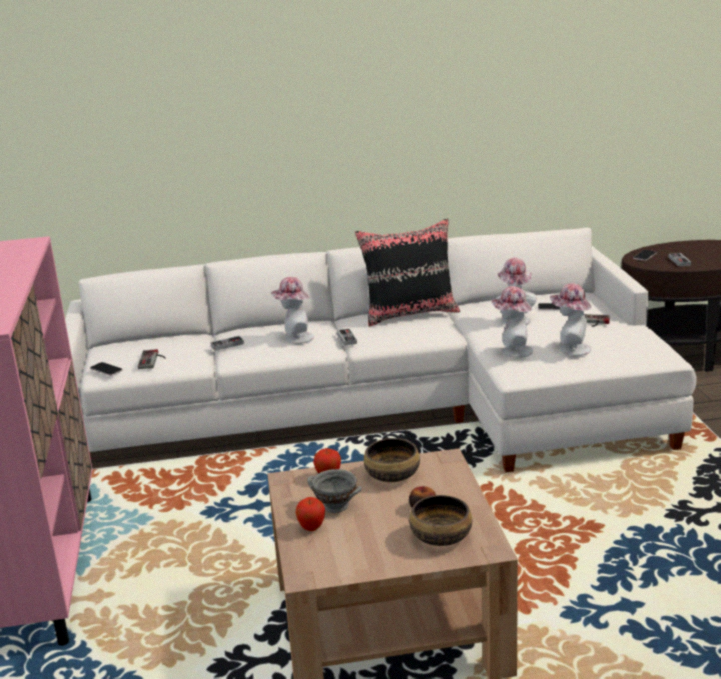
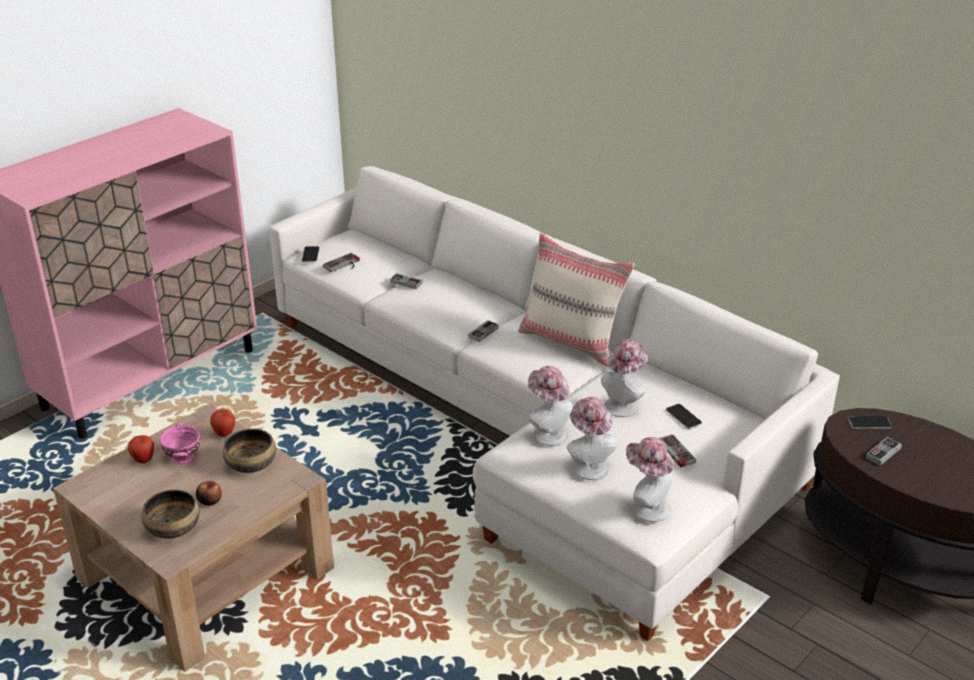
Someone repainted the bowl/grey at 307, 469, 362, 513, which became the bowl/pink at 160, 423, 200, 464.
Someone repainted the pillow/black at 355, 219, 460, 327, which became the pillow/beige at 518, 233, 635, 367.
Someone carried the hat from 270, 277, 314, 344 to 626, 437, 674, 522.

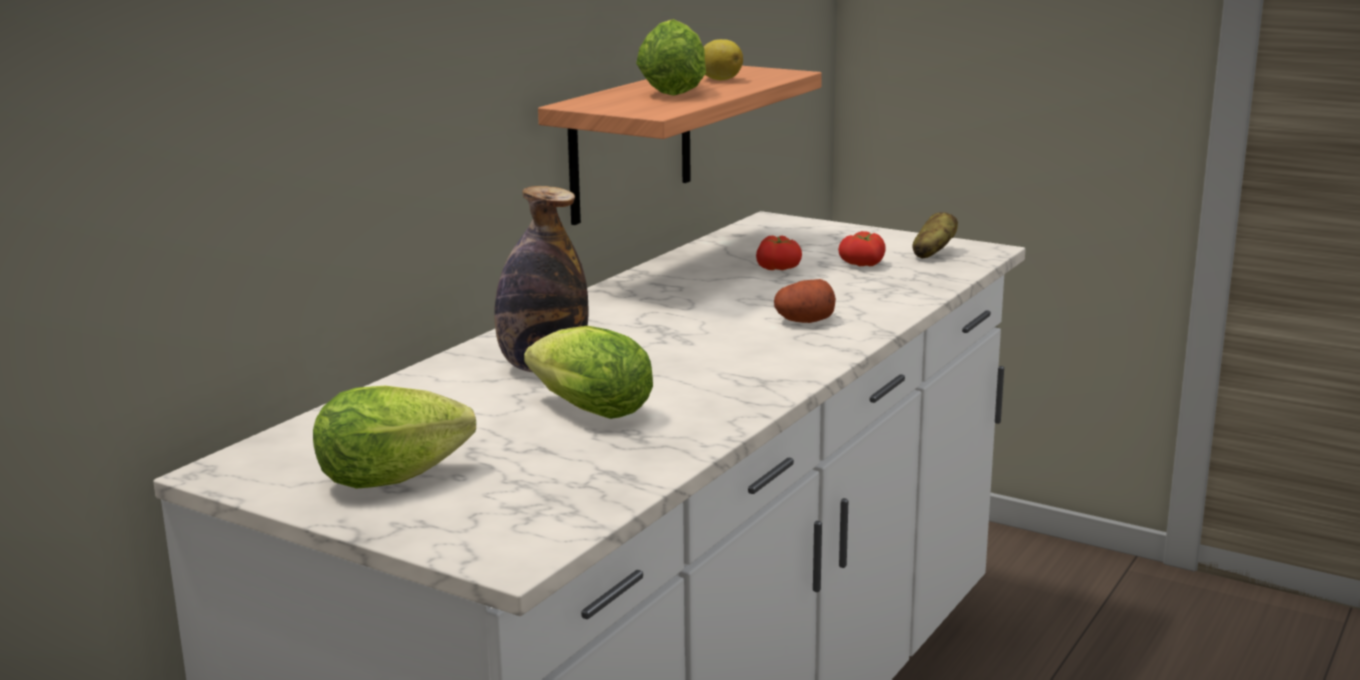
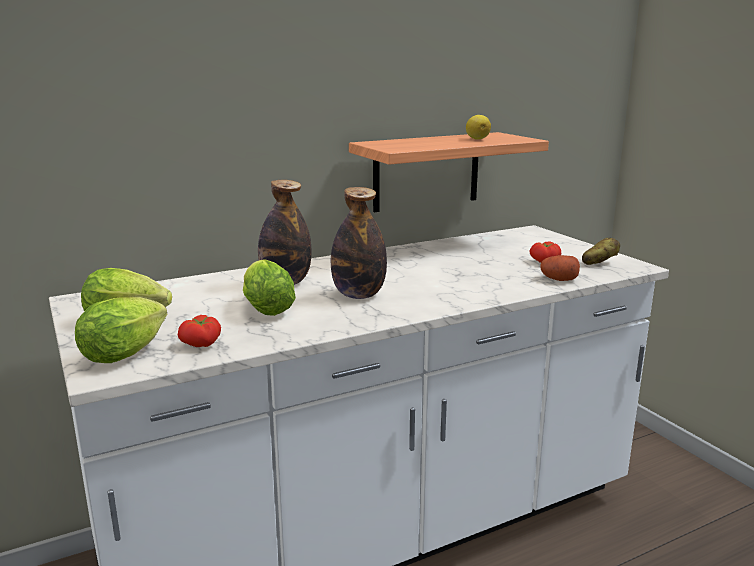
Someone carried the lettuce from 636, 19, 706, 96 to 75, 297, 167, 363.
Someone carried the tomato from 756, 235, 802, 270 to 178, 315, 221, 347.
Someone put down the bottle at 331, 187, 387, 299.
Someone carried the potato from 774, 279, 836, 323 to 540, 255, 580, 281.

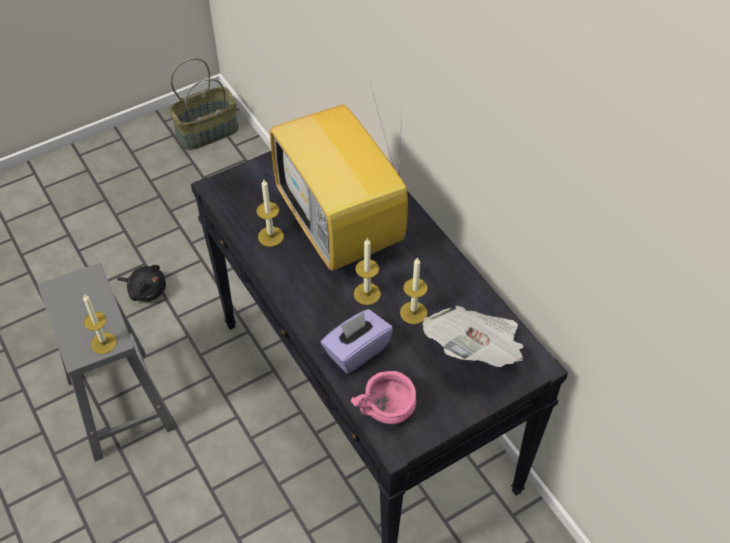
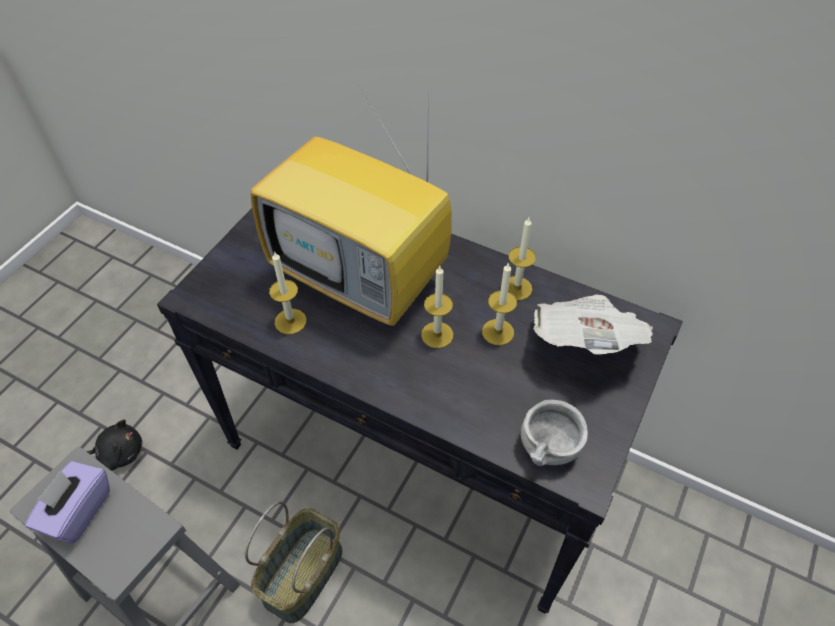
Someone carried the tissue box/purple from 321, 309, 393, 374 to 25, 461, 110, 544.
Someone carried the basket from 169, 58, 239, 150 to 245, 501, 342, 623.
Someone carried the candle from 83, 294, 117, 354 to 508, 218, 536, 300.
Someone repainted the bowl/pink at 351, 371, 416, 424, which became the bowl/grey at 521, 400, 588, 466.

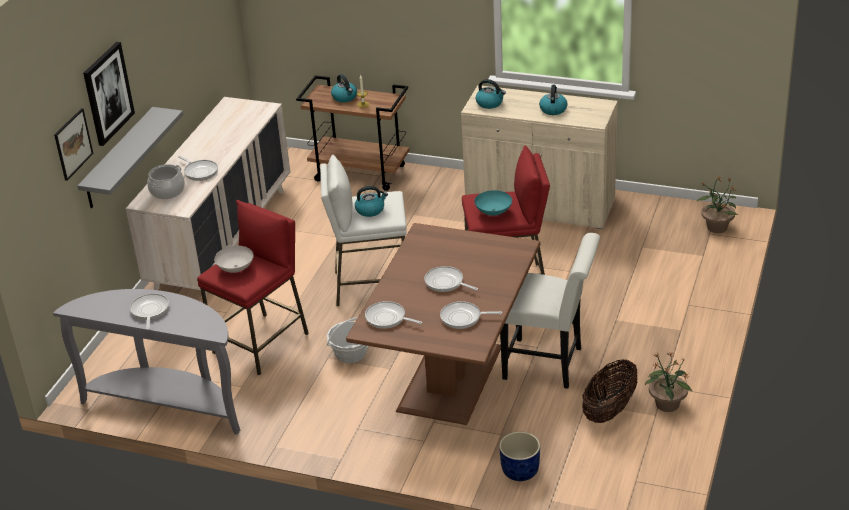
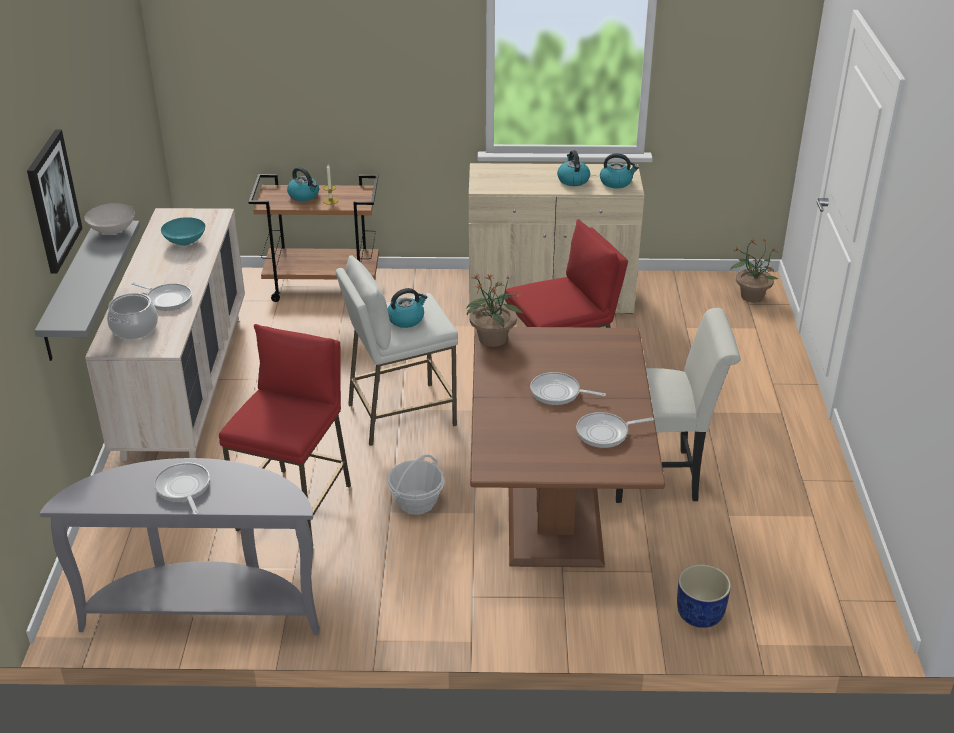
Someone carried the bowl/white from 214, 246, 254, 273 to 85, 203, 135, 235.
Someone carried the bowl/turquoise from 474, 190, 512, 216 to 161, 217, 205, 246.
Someone carried the potted plant from 645, 352, 692, 412 to 466, 274, 524, 347.
Someone carried the kettle from 476, 79, 506, 109 to 600, 153, 639, 189.
Someone took away the picture at 54, 108, 94, 181.
Someone took away the frying pan at 365, 301, 422, 329.
Someone took away the basket at 582, 360, 638, 423.

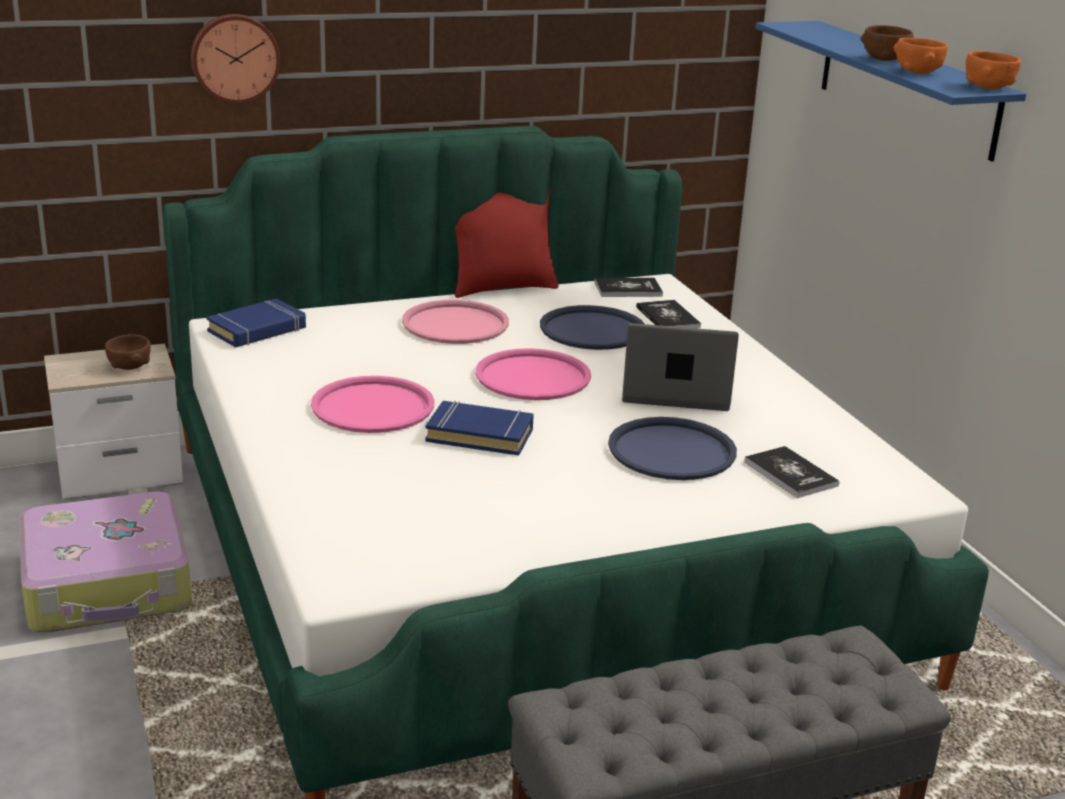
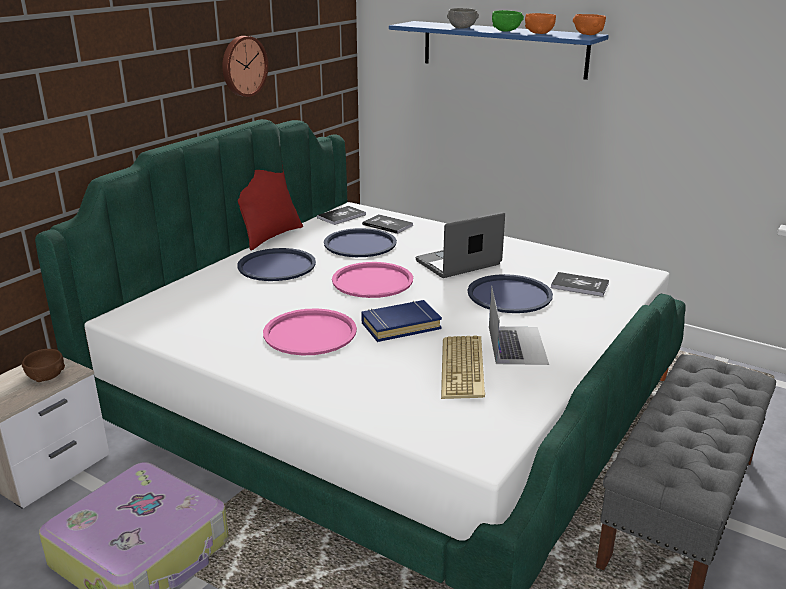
Someone carried the wall clock from 191, 14, 280, 104 to 222, 36, 268, 97.
Someone repainted the tray/pink at 402, 300, 509, 344, which became the tray/blue at 237, 248, 316, 281.
Someone put down the keyboard at 441, 336, 485, 399.
Someone put down the bowl/grey at 447, 8, 479, 29.
Someone put down the laptop at 489, 286, 549, 365.
Someone repainted the bowl/brown at 861, 25, 914, 61, which became the bowl/green at 492, 10, 524, 32.
Someone took away the book/blue at 207, 298, 306, 347.

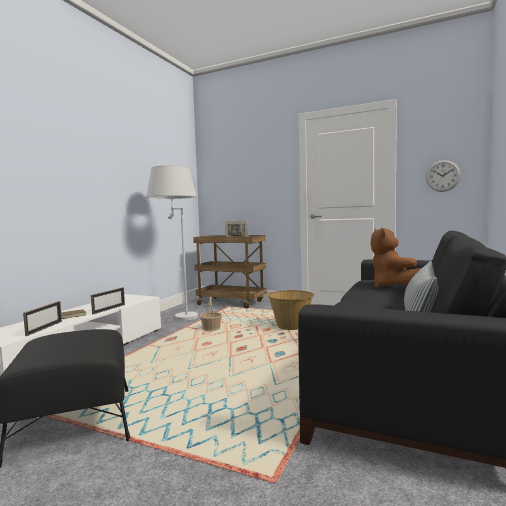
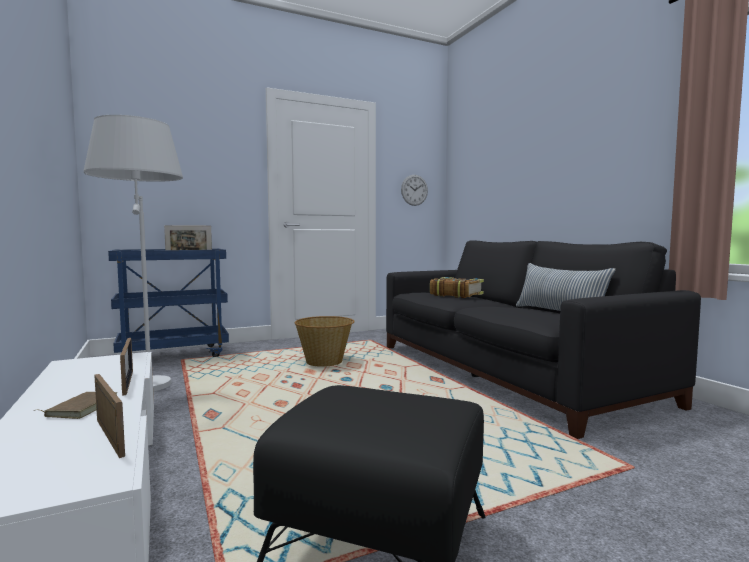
Someone repainted the cart/brown at 193, 235, 267, 308, which became the cart/blue at 108, 249, 229, 357.
Someone swapped the plush toy/brown at 371, 228, 421, 288 for the book at 430, 277, 484, 298.
Someone took away the basket at 200, 297, 222, 331.

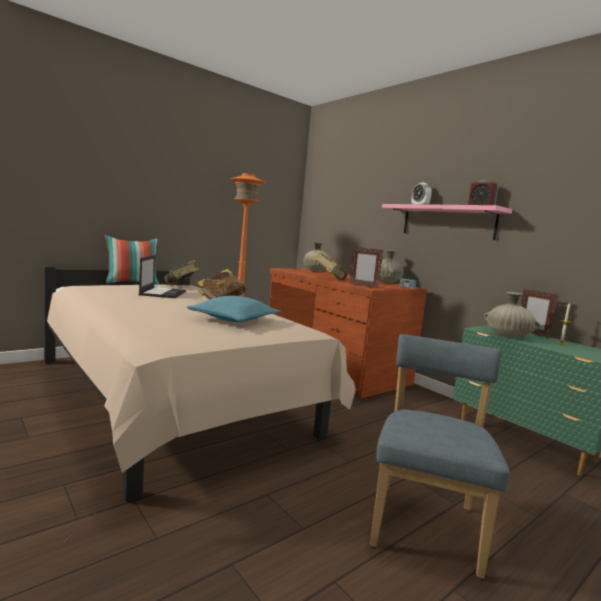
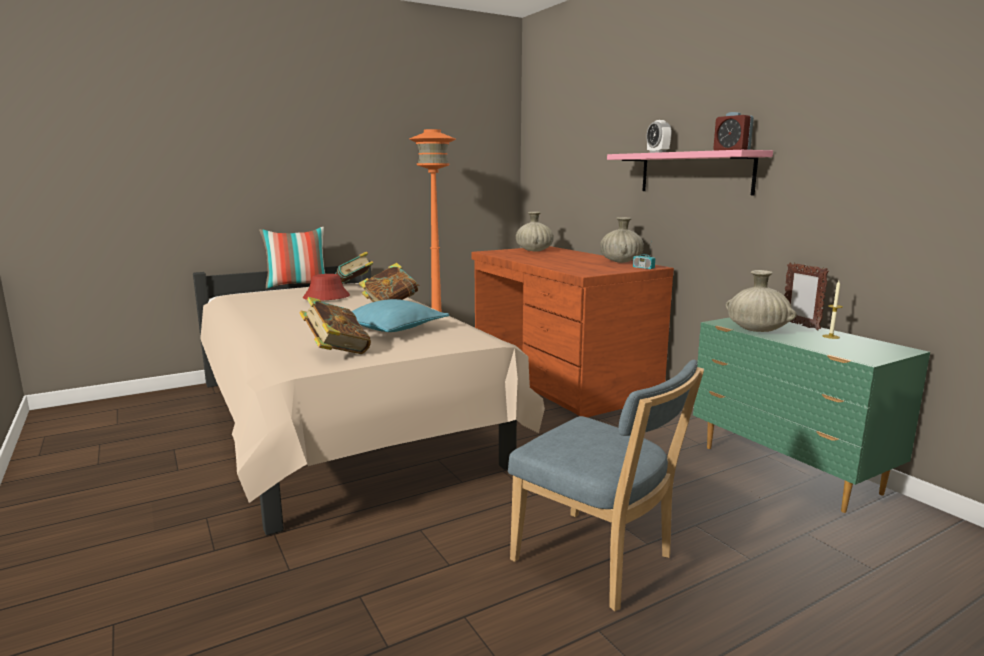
Someone carried the book from 312, 250, 347, 280 to 300, 297, 371, 354.
Someone swapped the laptop at 139, 255, 186, 298 for the hat/red at 303, 274, 350, 300.
Someone rotated the chair/blue at 370, 334, 510, 579 by 105 degrees clockwise.
Someone took away the picture frame at 349, 247, 384, 288.

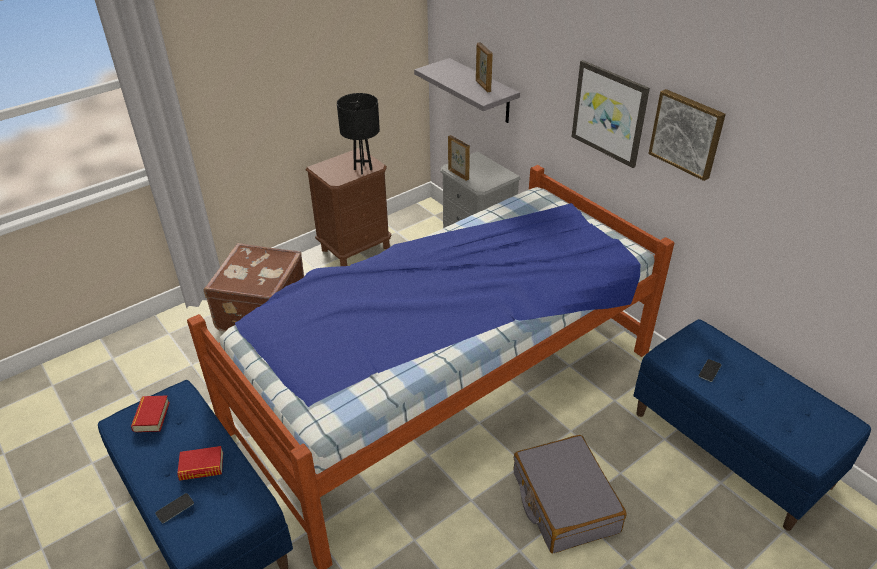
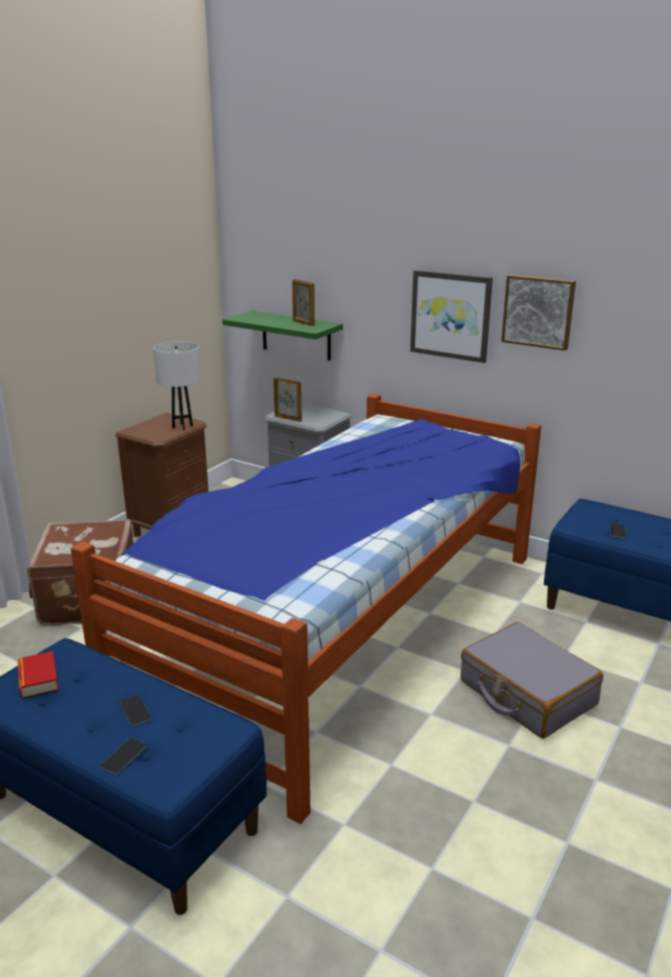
Someone swapped the book at 177, 446, 223, 481 for the phone at 120, 695, 151, 726.
Someone repainted the table lamp/black at 337, 93, 380, 175, which became the table lamp/white at 153, 342, 201, 431.
Someone repainted the shelf/grey at 414, 58, 520, 123, which became the shelf/green at 222, 311, 343, 361.

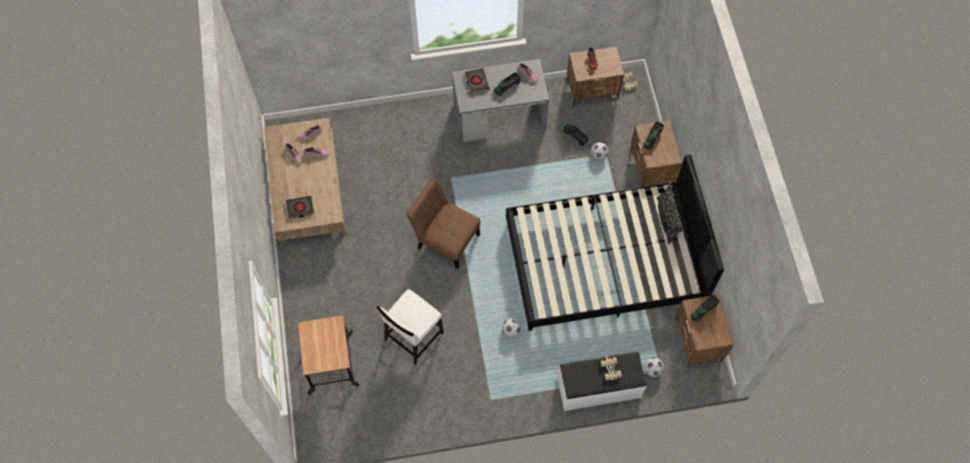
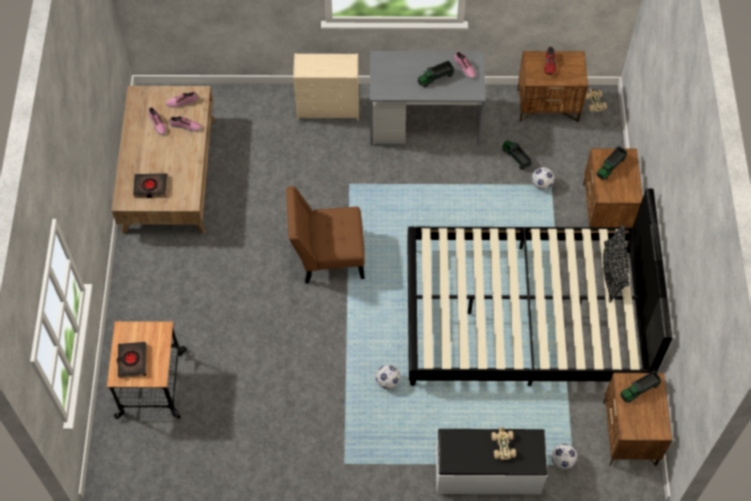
Someone carried the book/black from 465, 68, 489, 94 to 117, 342, 147, 378.
Someone rotated the chair/brown at 406, 178, 480, 269 by 45 degrees counterclockwise.
Someone put down the dresser/beige at 293, 53, 359, 121.
Someone took away the chair/white at 376, 289, 444, 365.

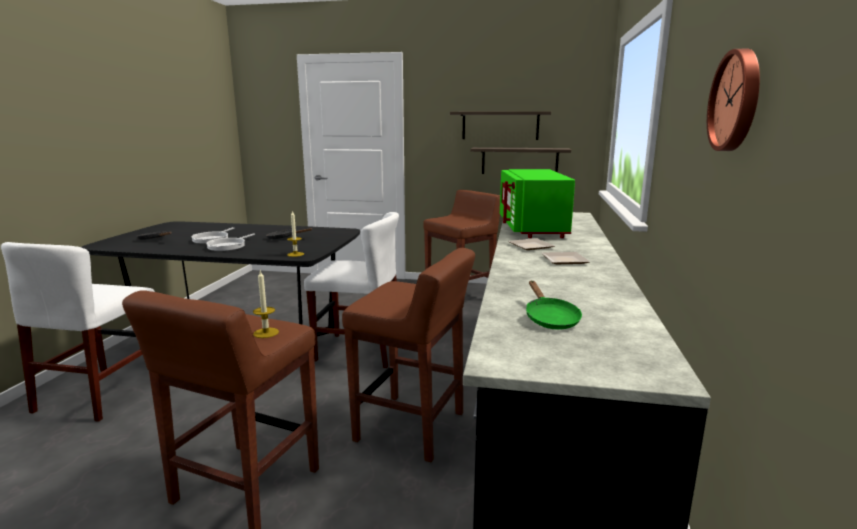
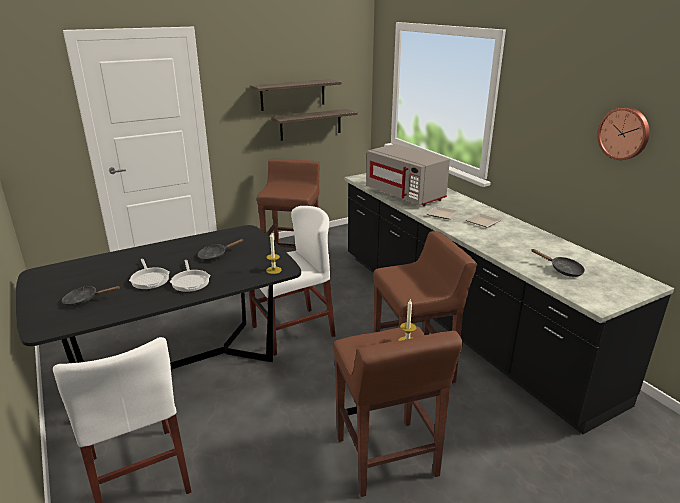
Someone repainted the microwave/green at 500, 169, 575, 238, which became the microwave/grey at 366, 144, 450, 206.
Someone repainted the frying pan/green at 526, 281, 582, 330, which became the frying pan/black at 532, 249, 585, 277.

